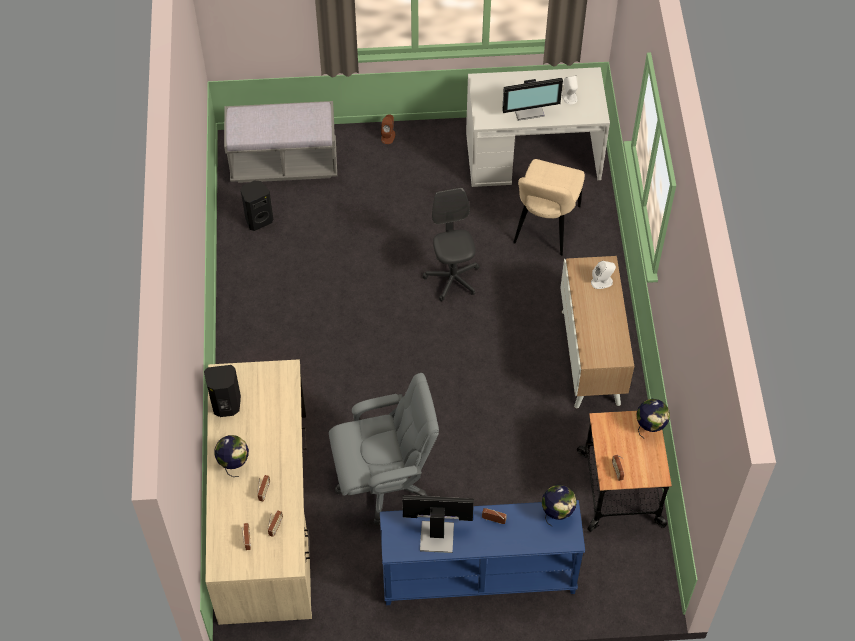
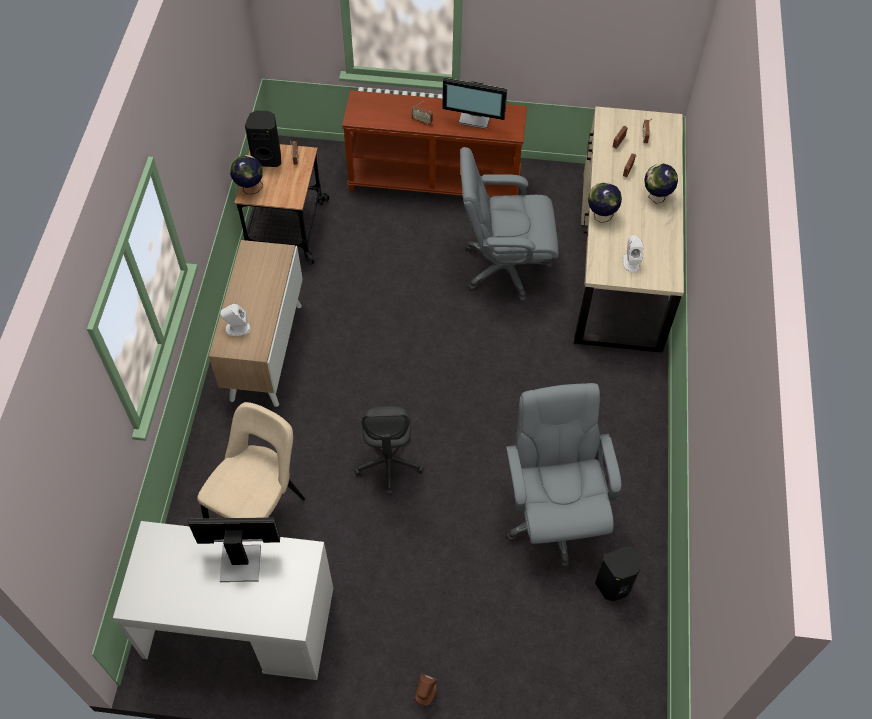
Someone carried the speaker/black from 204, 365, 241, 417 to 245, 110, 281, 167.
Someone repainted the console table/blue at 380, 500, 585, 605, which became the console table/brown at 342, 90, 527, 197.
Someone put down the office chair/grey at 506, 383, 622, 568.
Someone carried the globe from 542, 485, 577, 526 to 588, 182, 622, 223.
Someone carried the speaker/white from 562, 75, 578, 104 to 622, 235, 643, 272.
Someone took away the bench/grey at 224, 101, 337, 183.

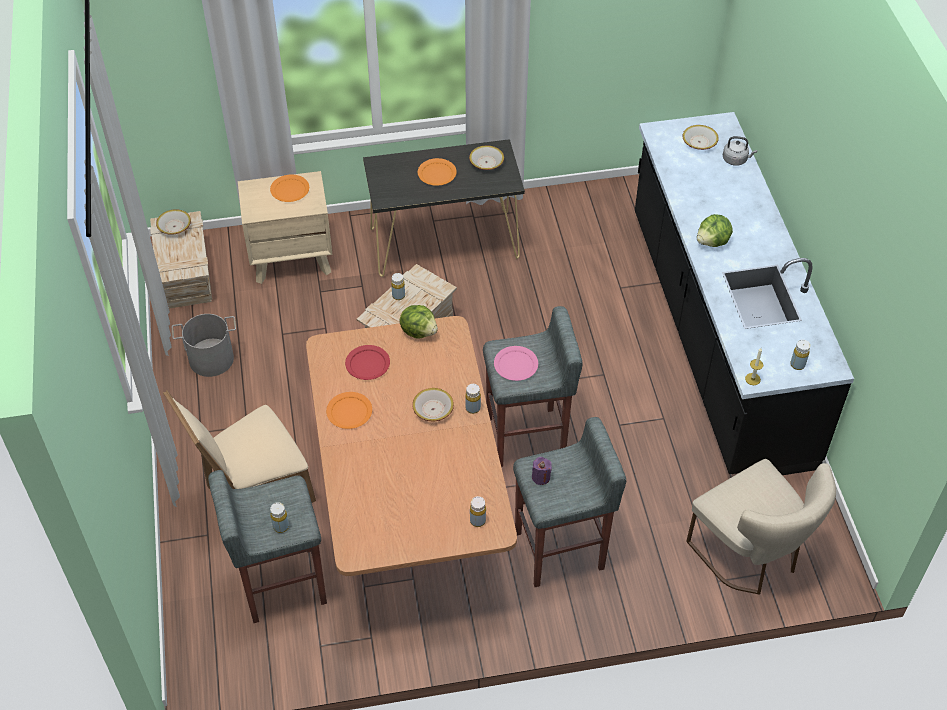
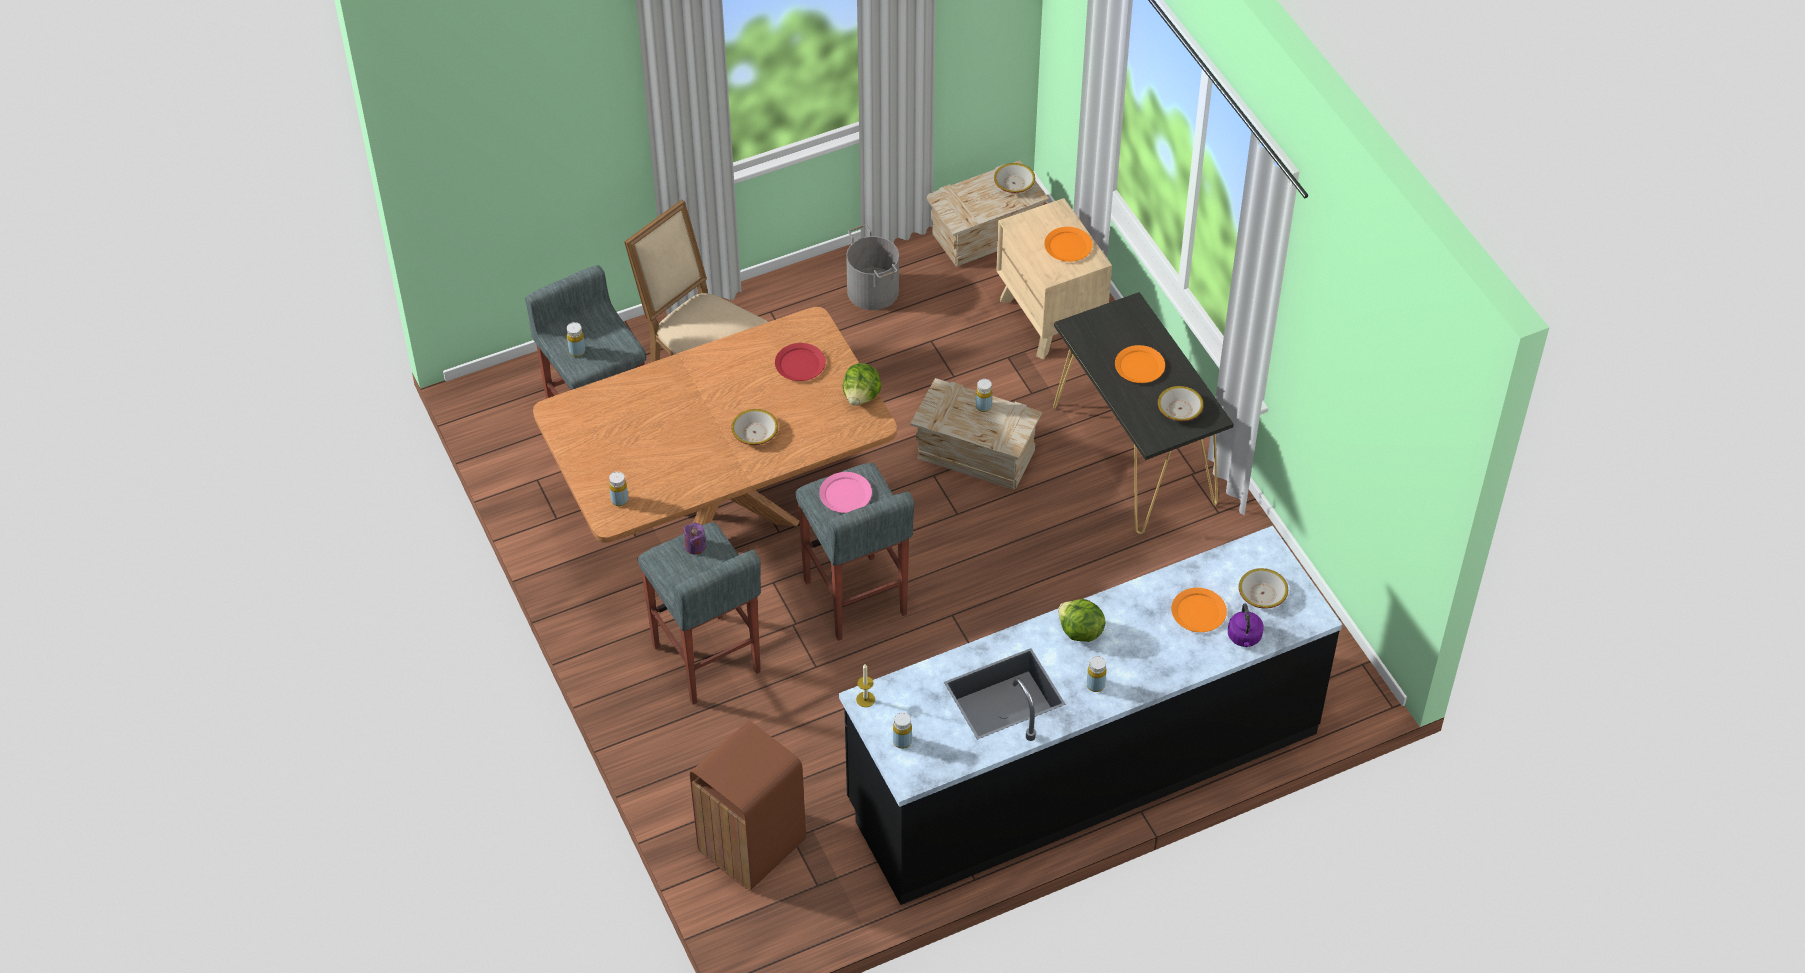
Someone swapped the chair/beige at 686, 459, 836, 594 for the trash can/brown at 690, 720, 806, 891.
Someone carried the bottle/yellow from 465, 384, 481, 414 to 1087, 656, 1106, 692.
Someone carried the plate/orange from 326, 392, 372, 429 to 1171, 588, 1227, 632.
Someone repainted the kettle/grey at 723, 136, 757, 166, which became the kettle/purple at 1228, 603, 1263, 647.

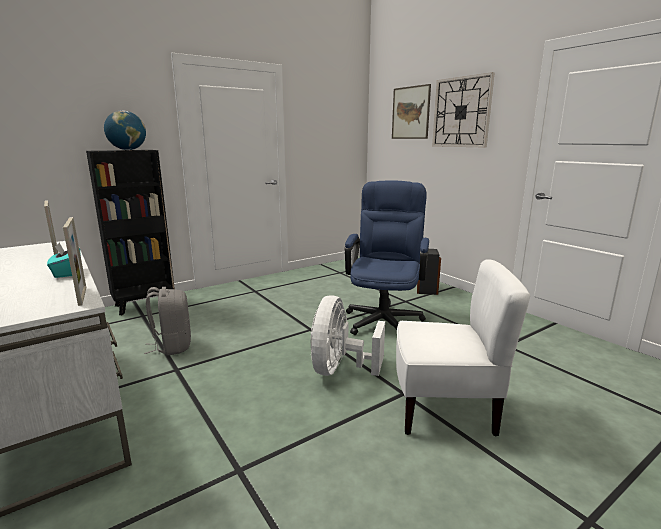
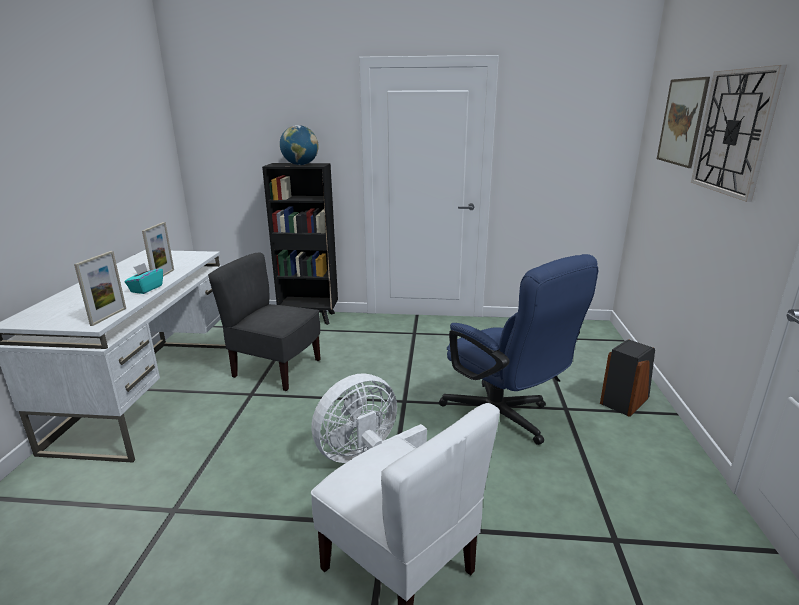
Someone swapped the backpack/grey at 144, 287, 191, 356 for the chair/grey at 208, 253, 320, 391.
Someone rotated the office chair/blue at 345, 180, 429, 335 by 90 degrees clockwise.

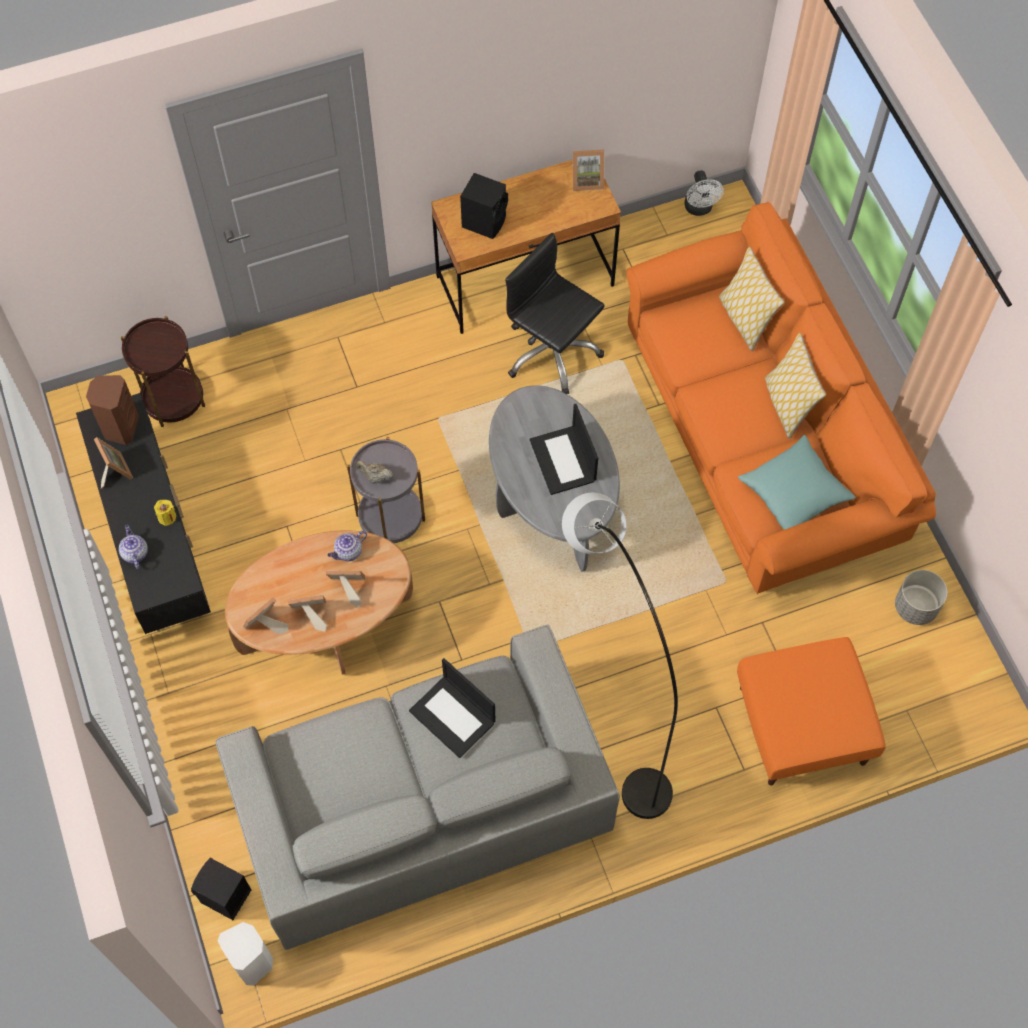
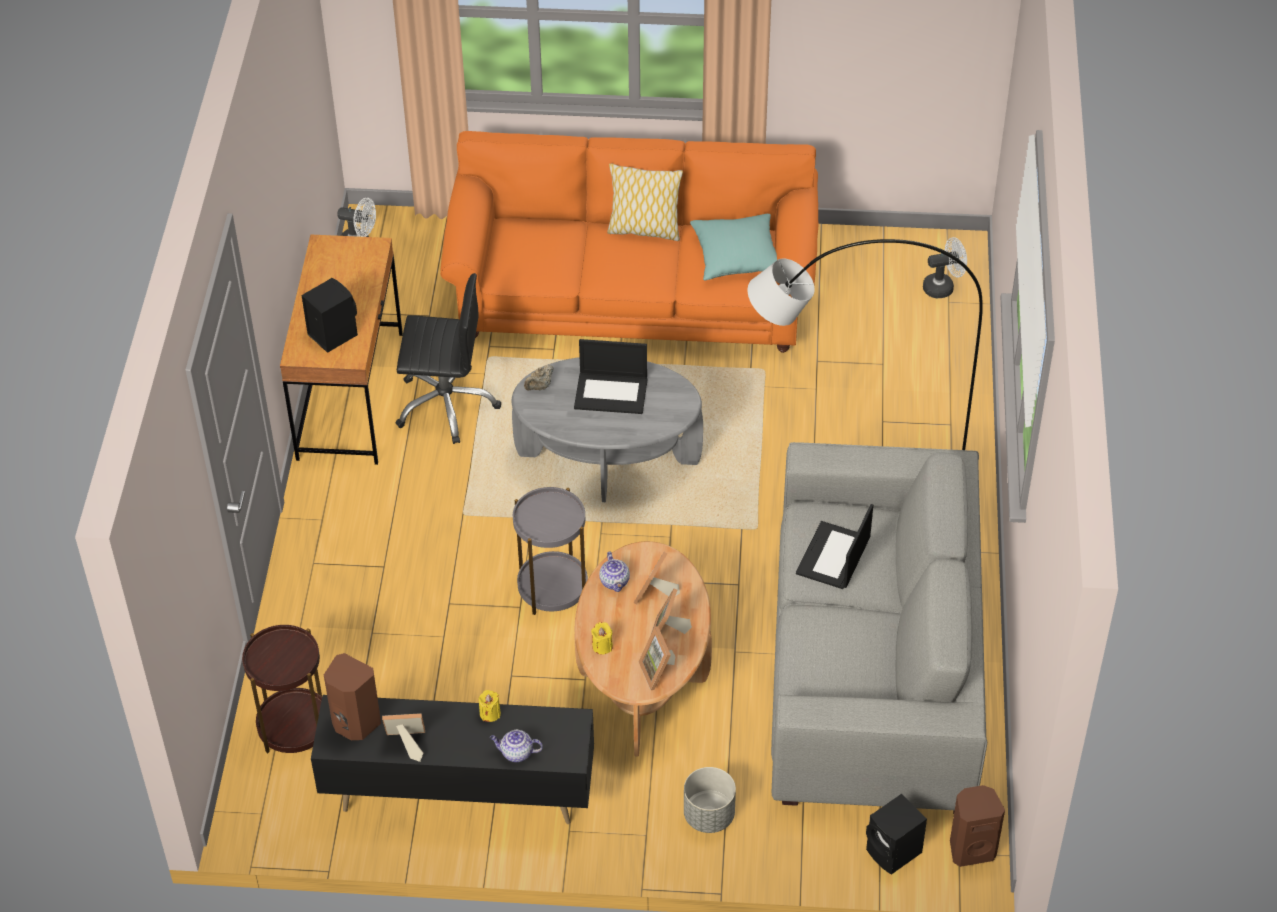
Someone rotated the office chair/black at 505, 233, 605, 394 by 150 degrees counterclockwise.
Someone carried the teapot/beige from 356, 461, 393, 484 to 524, 365, 554, 391.
Someone put down the candle/yellow at 591, 622, 613, 655.
Someone carried the planter/grey from 895, 570, 947, 625 to 684, 767, 736, 833.
Someone rotated the laptop at 409, 658, 495, 758 by 135 degrees clockwise.
Someone put down the fan/white at 923, 237, 967, 298.
Someone repainted the speaker/white at 218, 922, 273, 986, which became the speaker/brown at 950, 785, 1005, 867.
Someone took away the picture frame at 572, 149, 605, 191.
Someone took away the pillow at 719, 247, 785, 351.
Someone took away the ottoman/orange at 737, 637, 886, 786.

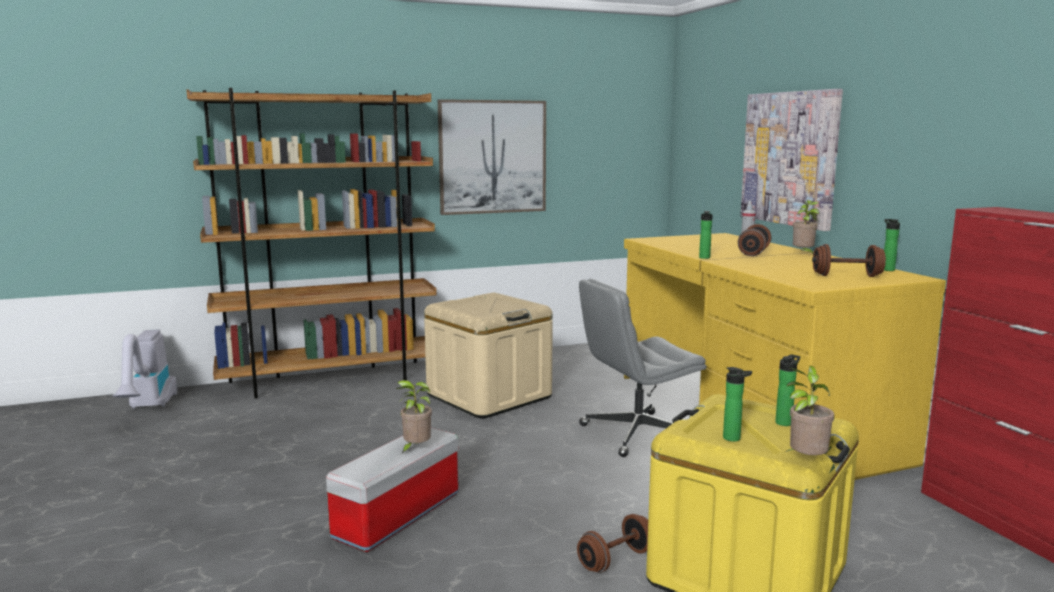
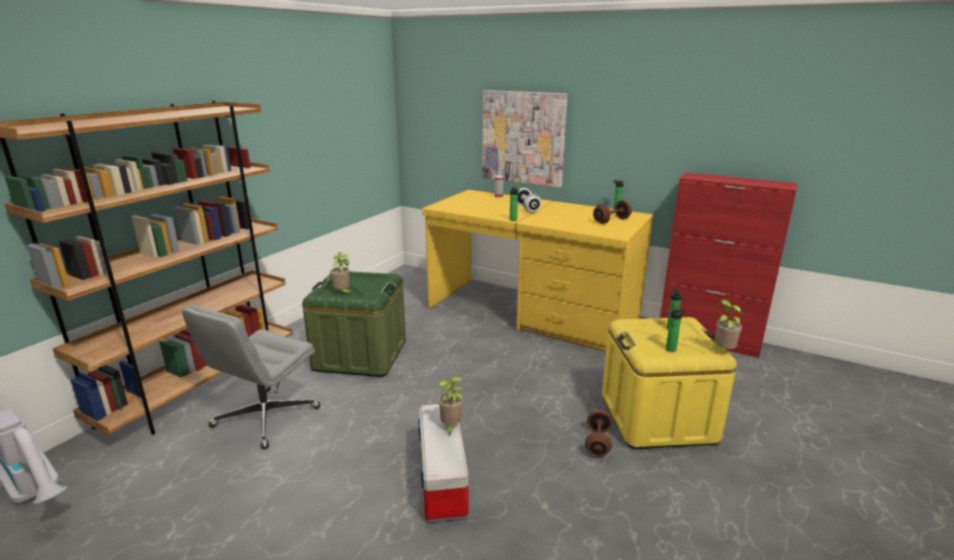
Someone carried the office chair/grey from 579, 279, 706, 457 to 182, 305, 321, 449.
Someone repainted the storage box/beige at 424, 293, 553, 419, which became the storage box/green at 302, 271, 406, 377.
Someone carried the potted plant from 793, 200, 819, 254 to 330, 252, 351, 294.
Someone repainted the dumbbell/brown at 738, 224, 771, 256, which became the dumbbell/white at 517, 188, 542, 213.
Someone took away the picture at 438, 99, 546, 215.

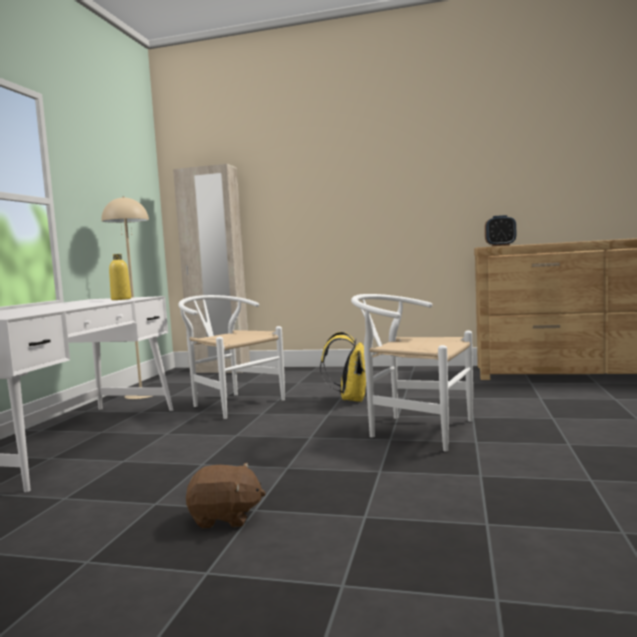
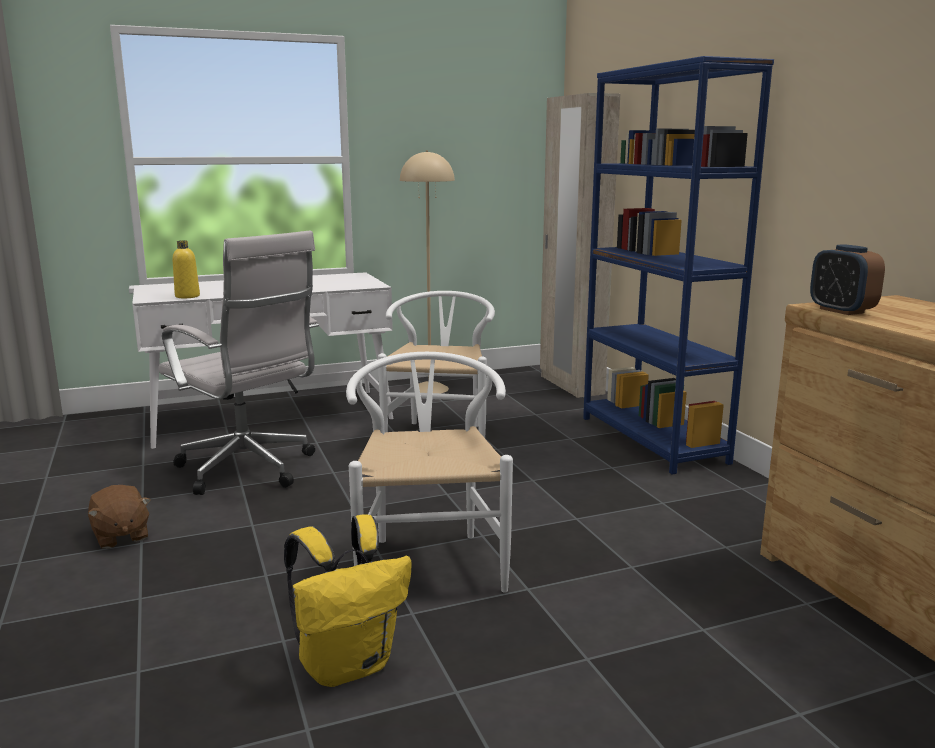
Someone put down the office chair/white at 159, 230, 319, 495.
Someone carried the bottle/yellow from 109, 254, 131, 300 to 172, 240, 200, 298.
Someone carried the backpack/yellow from 320, 332, 366, 402 to 284, 514, 412, 687.
Someone put down the bookcase/blue at 583, 56, 774, 474.

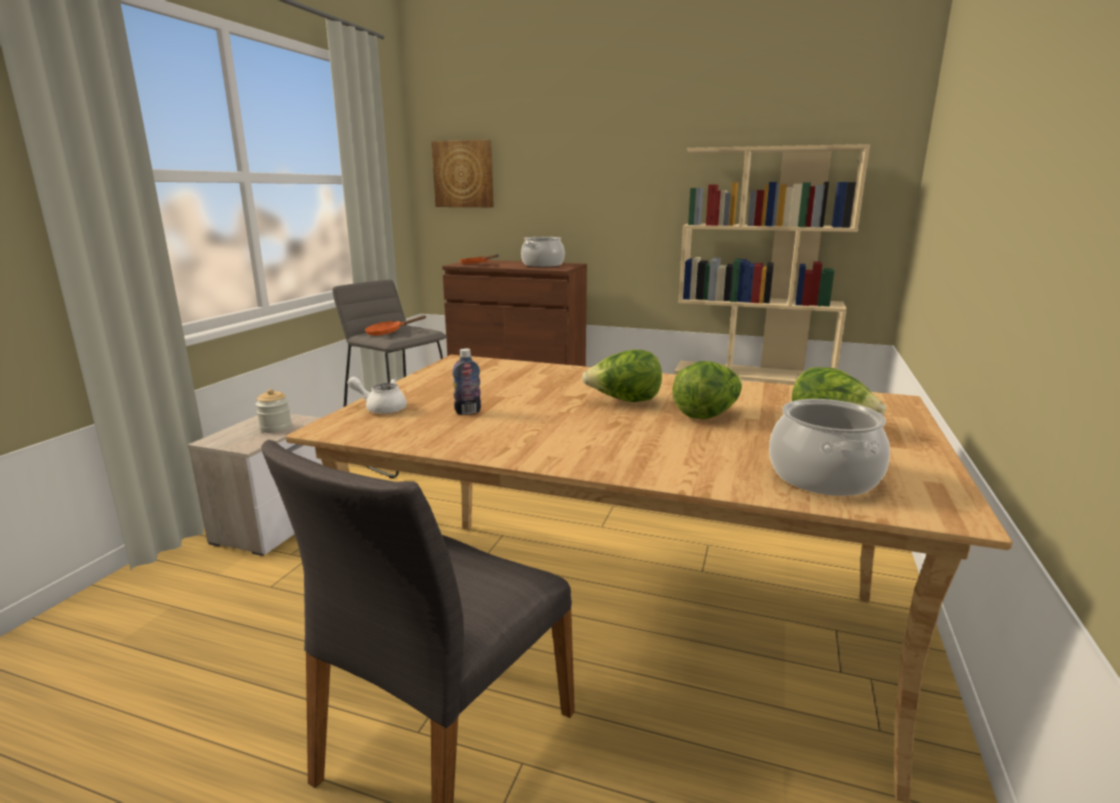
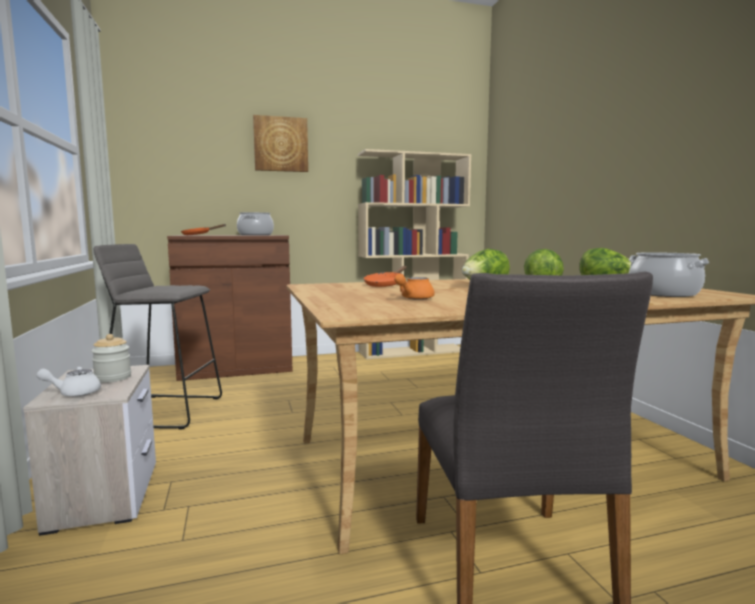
Someone carried the teapot/white from 347, 377, 407, 414 to 36, 366, 101, 396.
Someone carried the picture from 431, 140, 494, 207 to 253, 115, 308, 172.
Someone carried the frying pan/orange from 365, 316, 426, 336 to 364, 266, 407, 287.
Someone swapped the bottle at 452, 348, 481, 415 for the teapot/orange at 394, 274, 435, 300.

